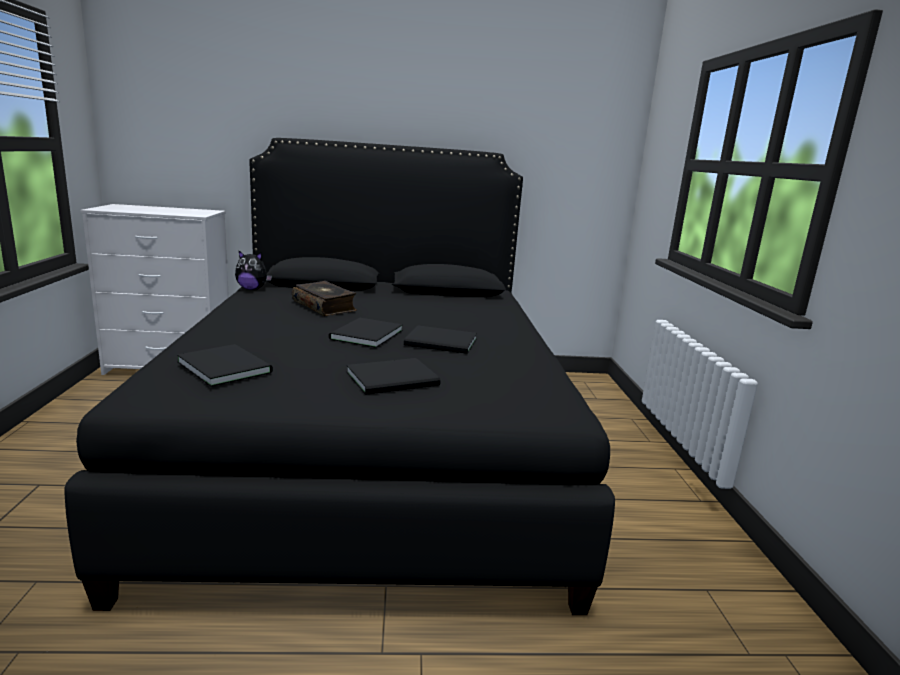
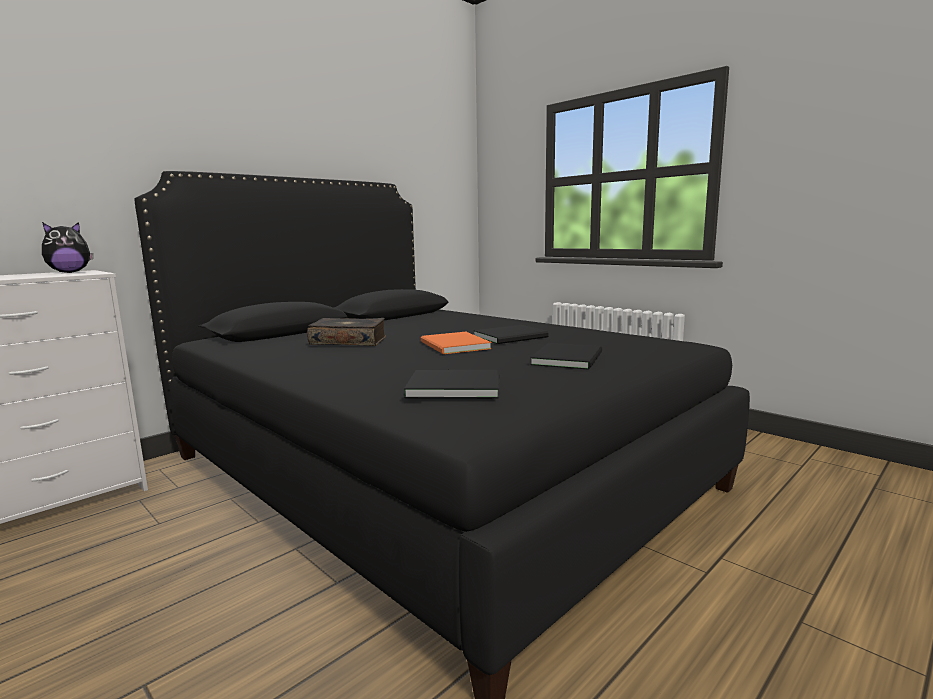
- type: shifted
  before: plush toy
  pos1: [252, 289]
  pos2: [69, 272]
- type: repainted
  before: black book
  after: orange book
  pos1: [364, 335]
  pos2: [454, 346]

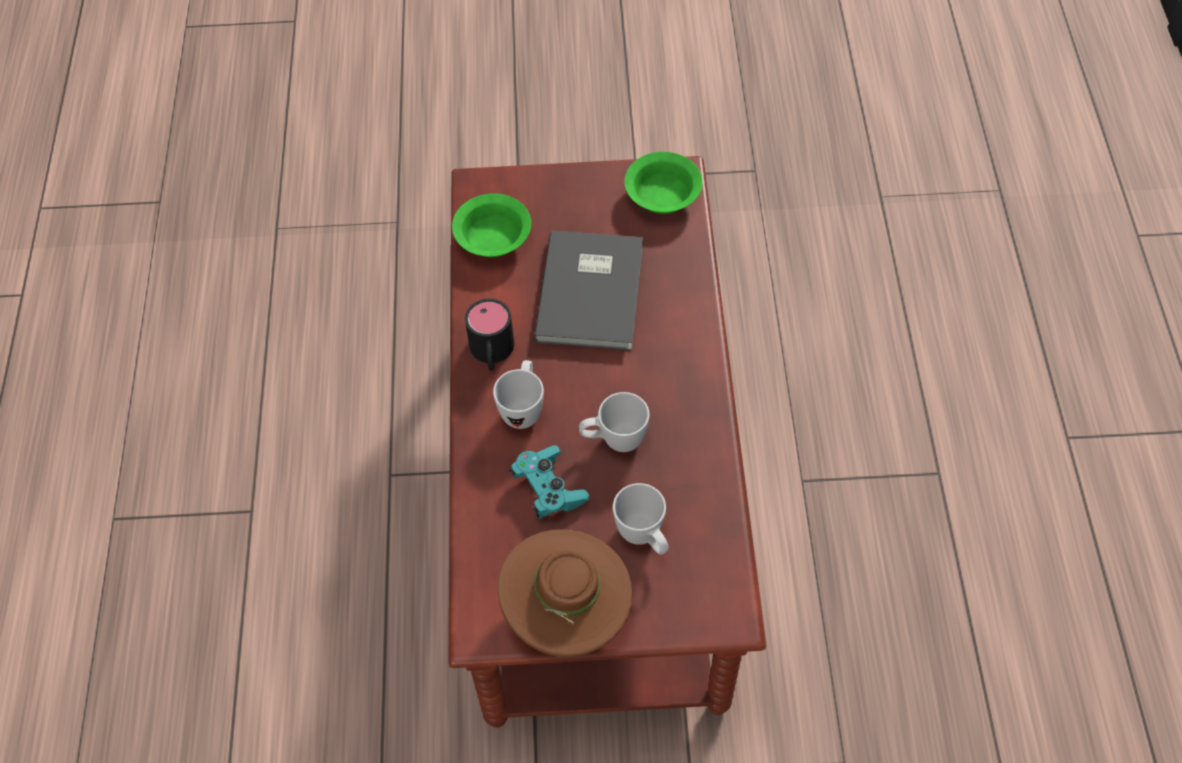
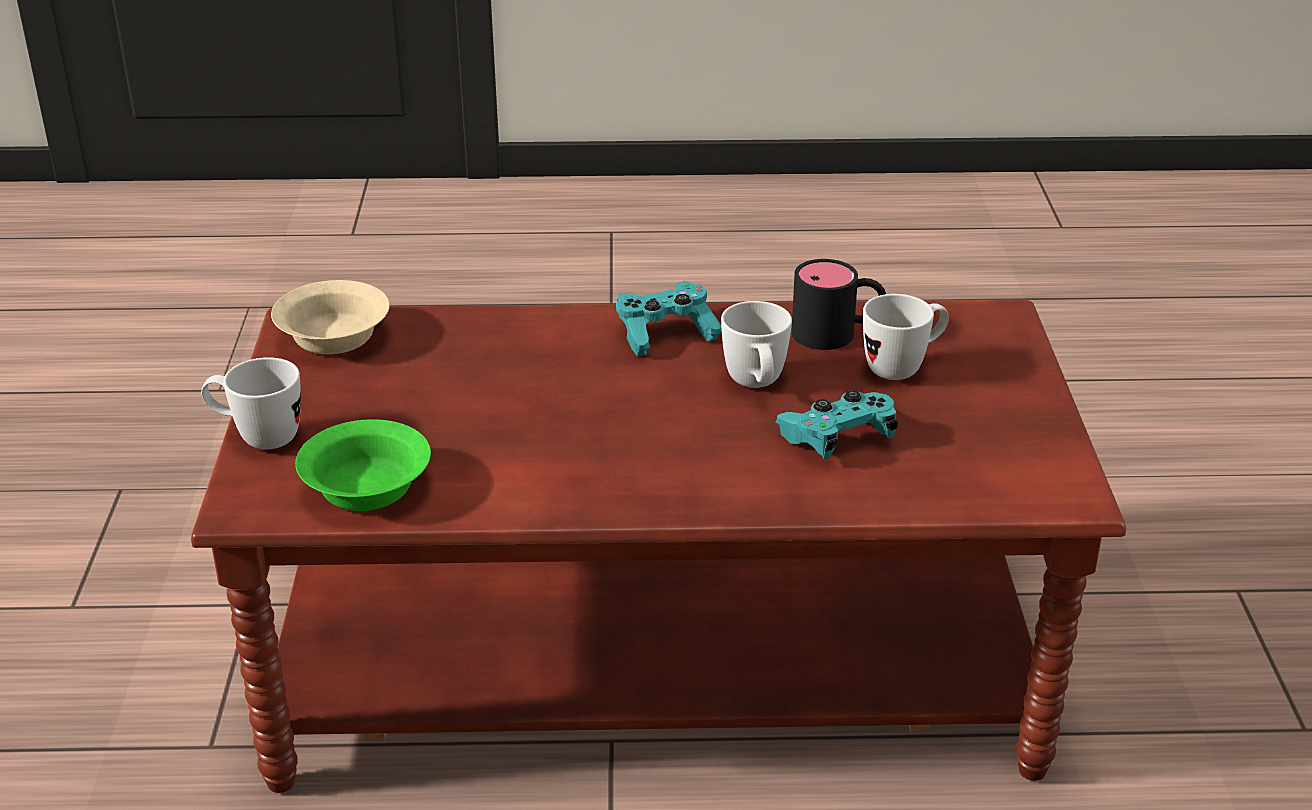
- type: gone
  before: brown hat
  pos1: [567, 611]
- type: gone
  before: grey book
  pos1: [594, 291]
- type: new
  after: turquoise game controller
  pos2: [665, 334]
- type: shifted
  before: black mug
  pos1: [492, 353]
  pos2: [837, 333]
- type: shifted
  before: white mug
  pos1: [523, 408]
  pos2: [257, 437]
- type: repainted
  before: green bowl
  after: beige bowl
  pos1: [661, 194]
  pos2: [331, 338]

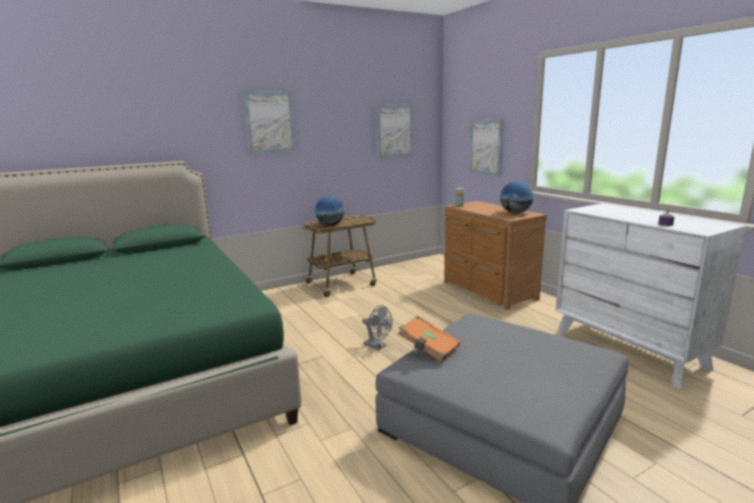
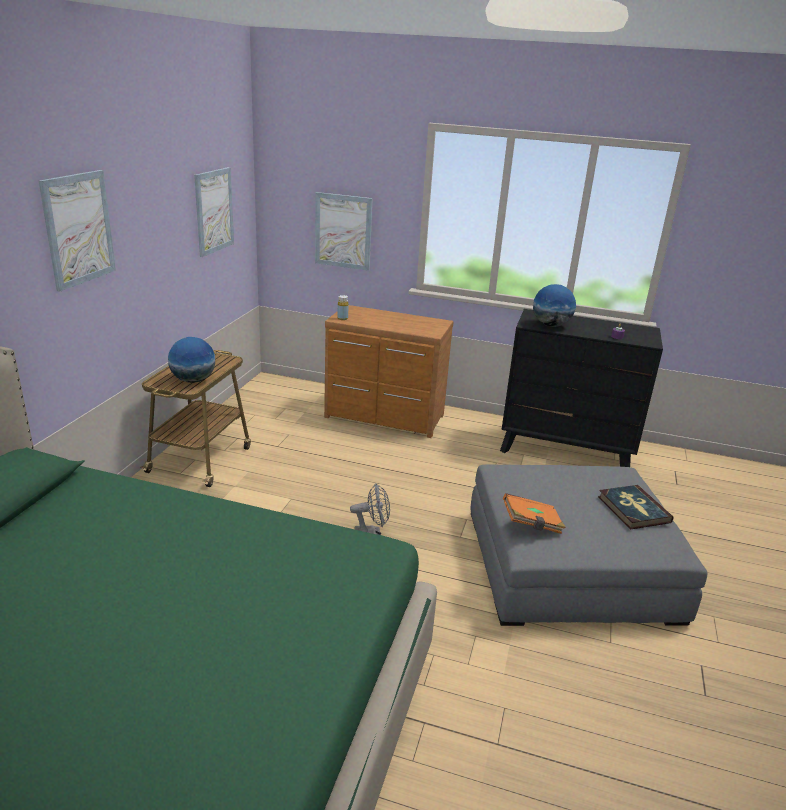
- type: new
  after: book
  pos2: [633, 509]
- type: shifted
  before: globe
  pos1: [515, 212]
  pos2: [551, 325]
- type: repainted
  before: white dresser
  after: black dresser
  pos1: [628, 349]
  pos2: [565, 450]

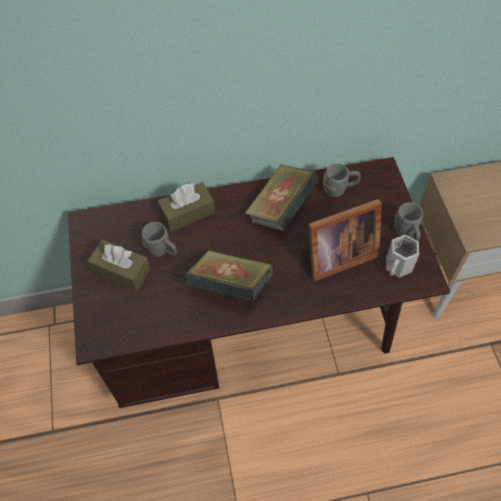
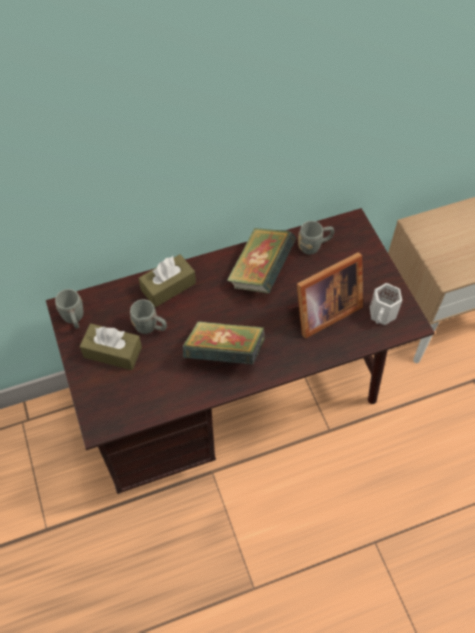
- type: shifted
  before: grey mug
  pos1: [406, 233]
  pos2: [74, 319]

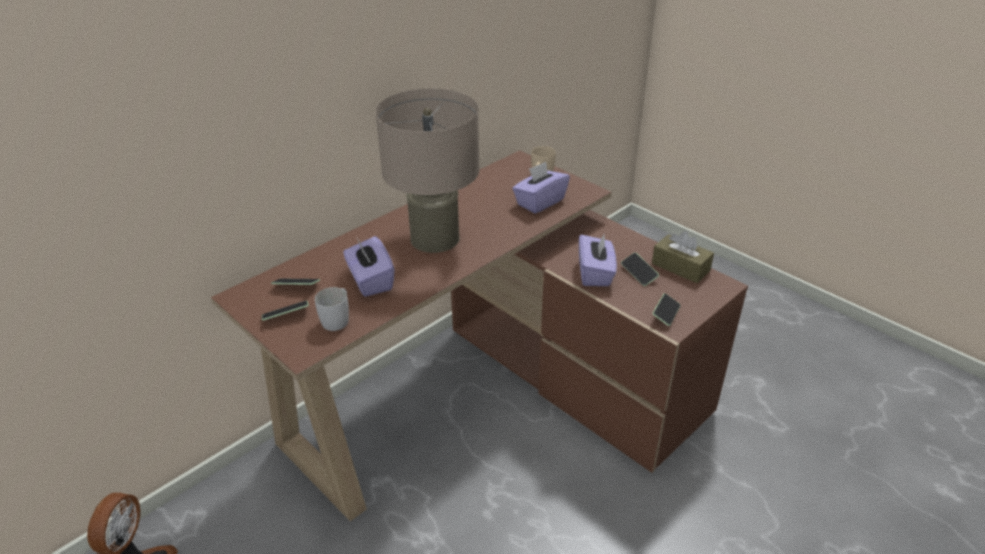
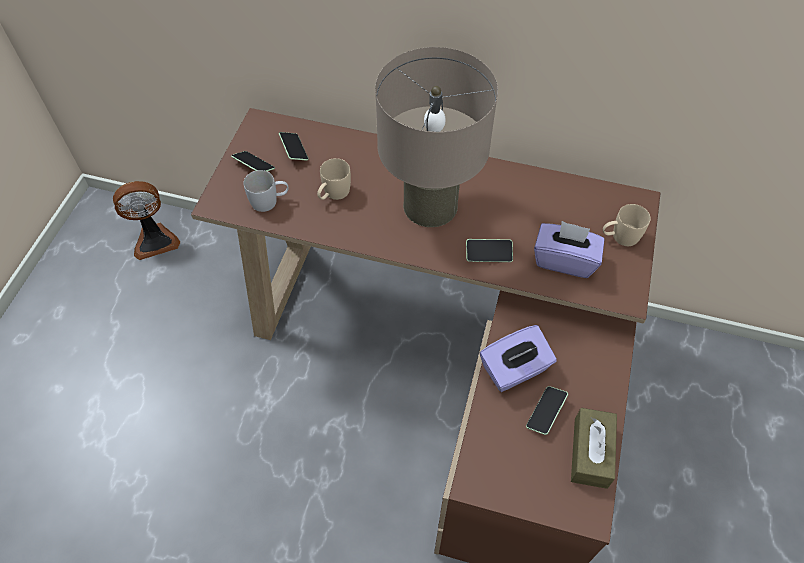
- type: shifted
  before: phone
  pos1: [665, 314]
  pos2: [488, 254]
- type: swapped
  before: purple tissue box
  after: beige mug
  pos1: [370, 281]
  pos2: [333, 194]

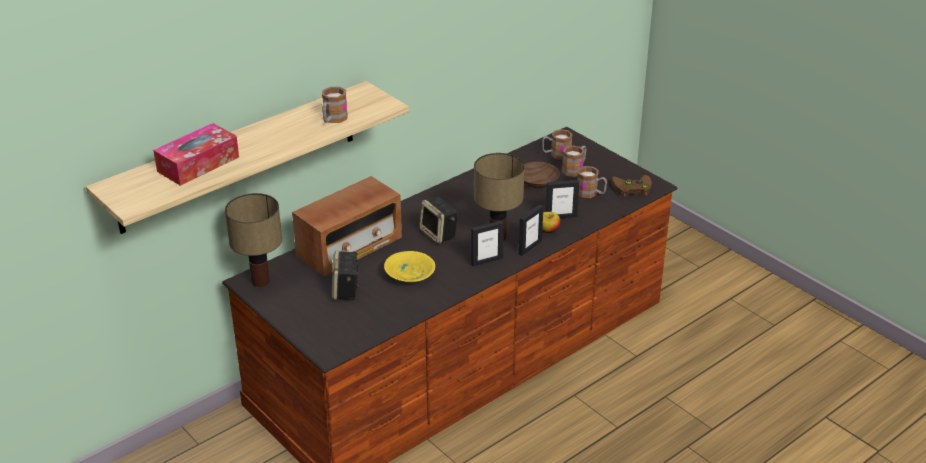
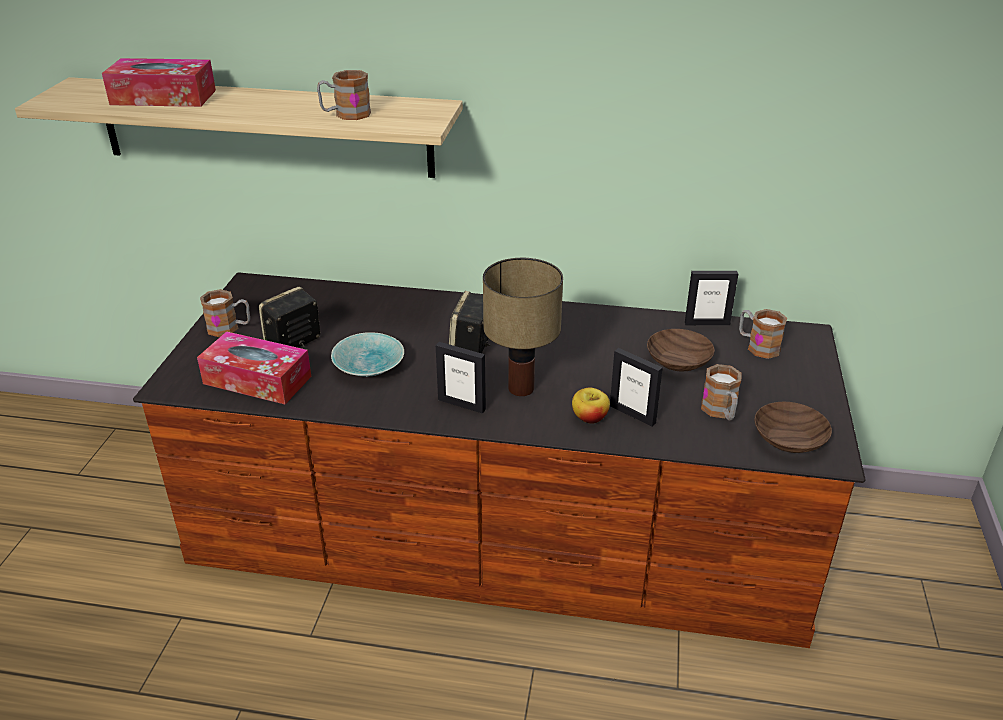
- type: gone
  before: table lamp
  pos1: [261, 280]
- type: gone
  before: radio
  pos1: [349, 248]
- type: new
  after: tissue box
  pos2: [257, 380]
- type: shifted
  before: picture frame
  pos1: [530, 247]
  pos2: [707, 323]
- type: shifted
  before: mug
  pos1: [575, 169]
  pos2: [229, 328]
- type: swapped
  before: brown game controller
  after: brown bowl
  pos1: [631, 188]
  pos2: [787, 439]
- type: repainted
  before: yellow bowl
  after: turquoise bowl
  pos1: [410, 274]
  pos2: [371, 366]

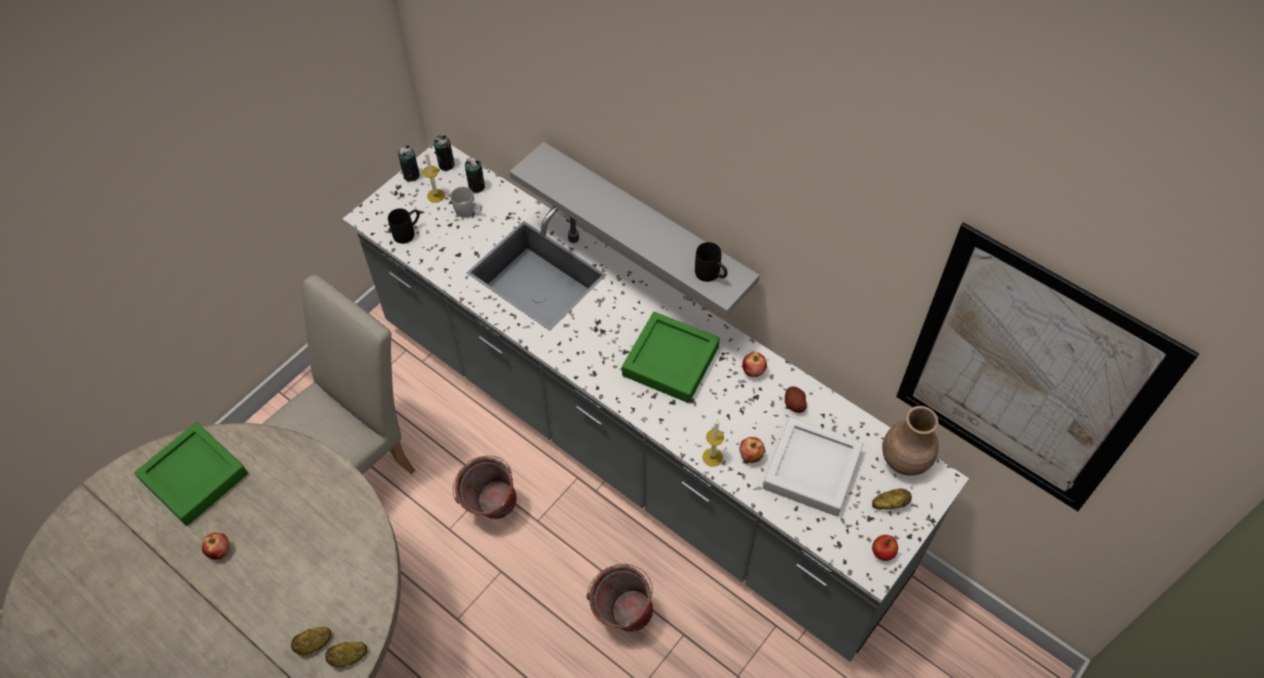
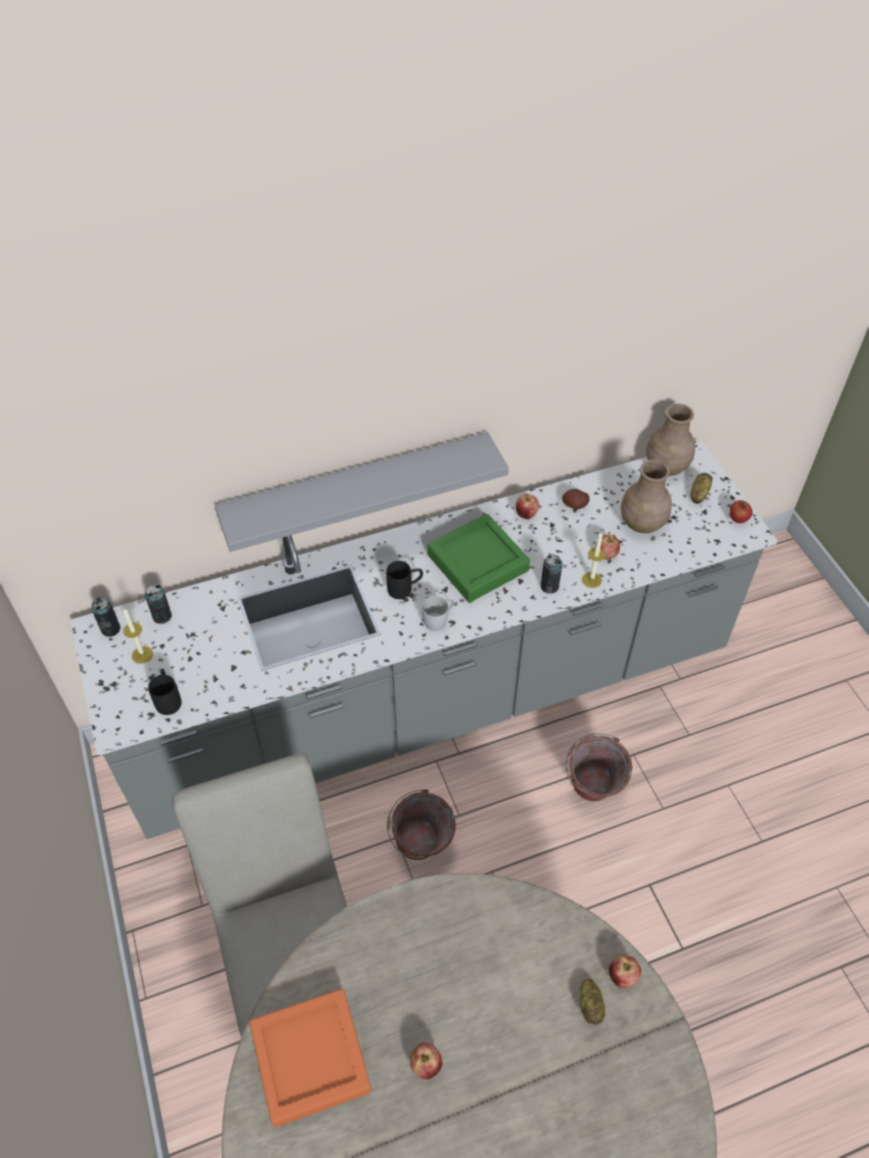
- type: gone
  before: picture
  pos1: [1026, 377]
- type: shifted
  before: can
  pos1: [411, 175]
  pos2: [549, 586]
- type: shifted
  before: white mug
  pos1: [469, 212]
  pos2: [439, 620]
- type: shifted
  before: black mug
  pos1: [711, 275]
  pos2: [405, 589]
- type: swapped
  before: potato
  after: apple
  pos1: [348, 657]
  pos2: [622, 977]
- type: swapped
  before: grey tray
  after: brown vase
  pos1: [811, 470]
  pos2: [642, 524]
- type: repainted
  before: green tray
  after: orange tray
  pos1: [194, 477]
  pos2: [311, 1059]

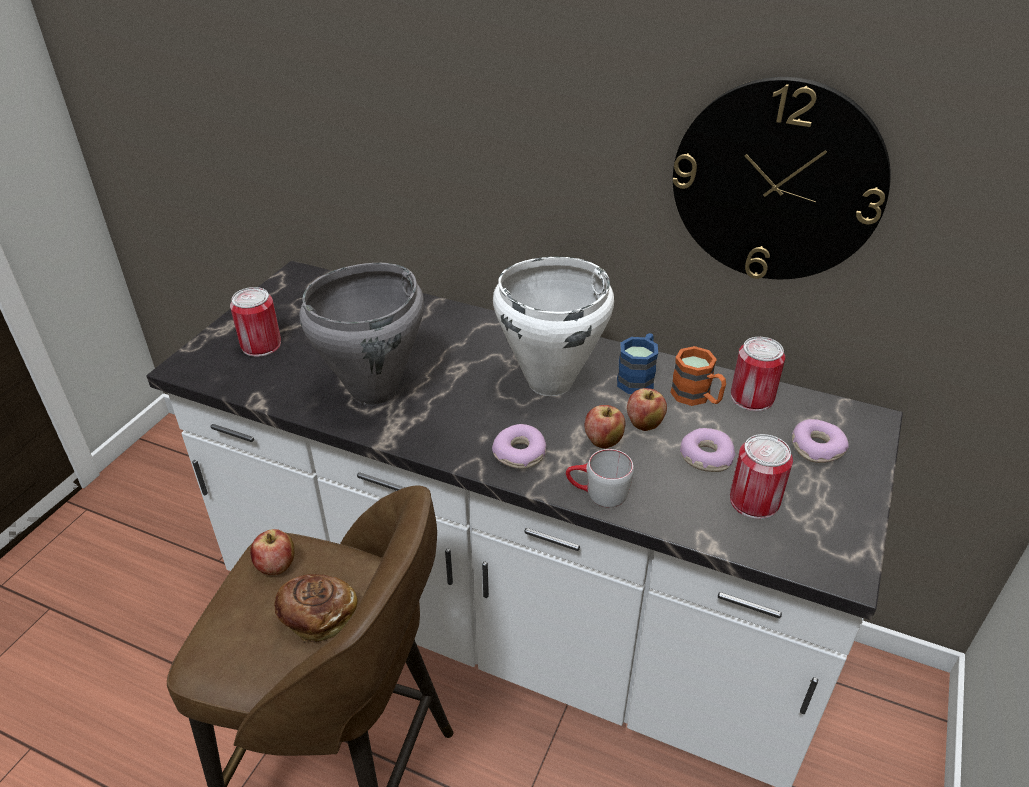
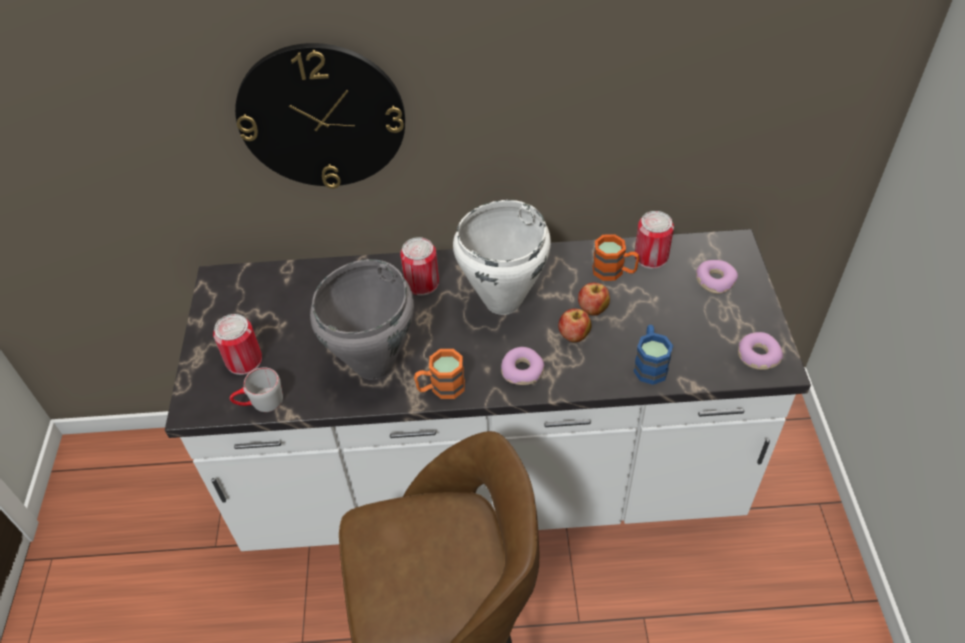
- type: gone
  before: apple
  pos1: [276, 567]
- type: gone
  before: bread
  pos1: [318, 617]
- type: new
  after: orange mug
  pos2: [441, 388]
- type: shifted
  before: grey mug
  pos1: [597, 493]
  pos2: [260, 403]
- type: shifted
  before: blue mug
  pos1: [638, 378]
  pos2: [649, 364]
- type: shifted
  before: wall clock
  pos1: [777, 182]
  pos2: [321, 117]
- type: shifted
  before: donut
  pos1: [705, 457]
  pos2: [757, 356]
- type: shifted
  before: can
  pos1: [754, 501]
  pos2: [422, 283]

